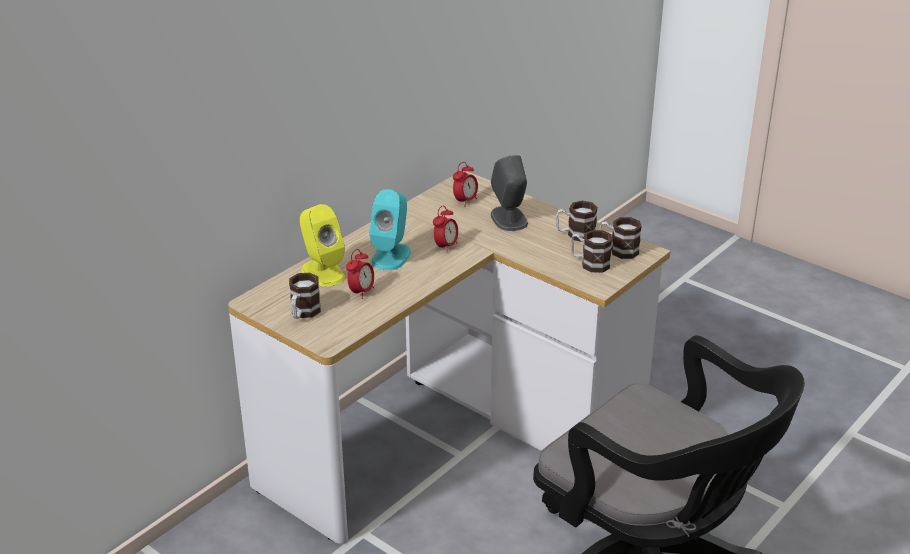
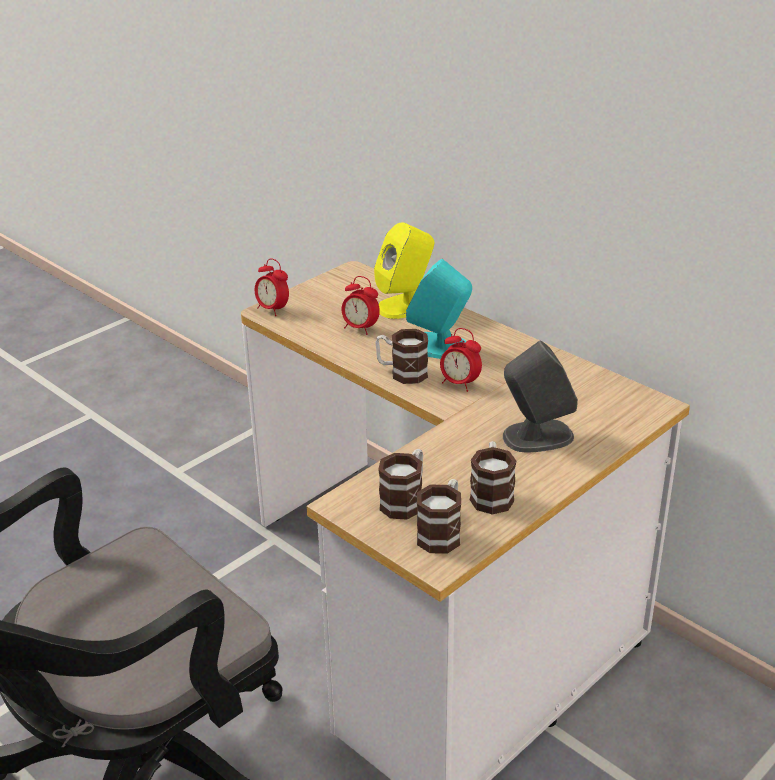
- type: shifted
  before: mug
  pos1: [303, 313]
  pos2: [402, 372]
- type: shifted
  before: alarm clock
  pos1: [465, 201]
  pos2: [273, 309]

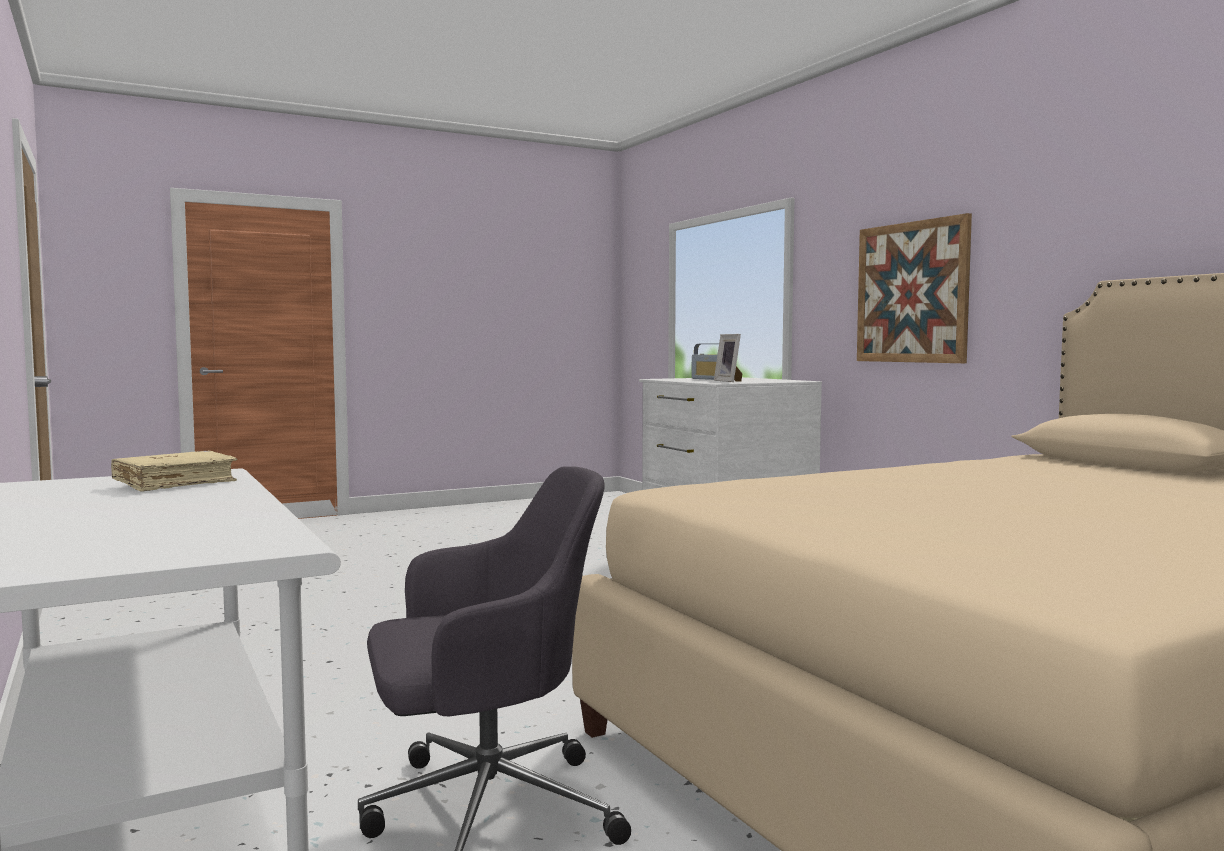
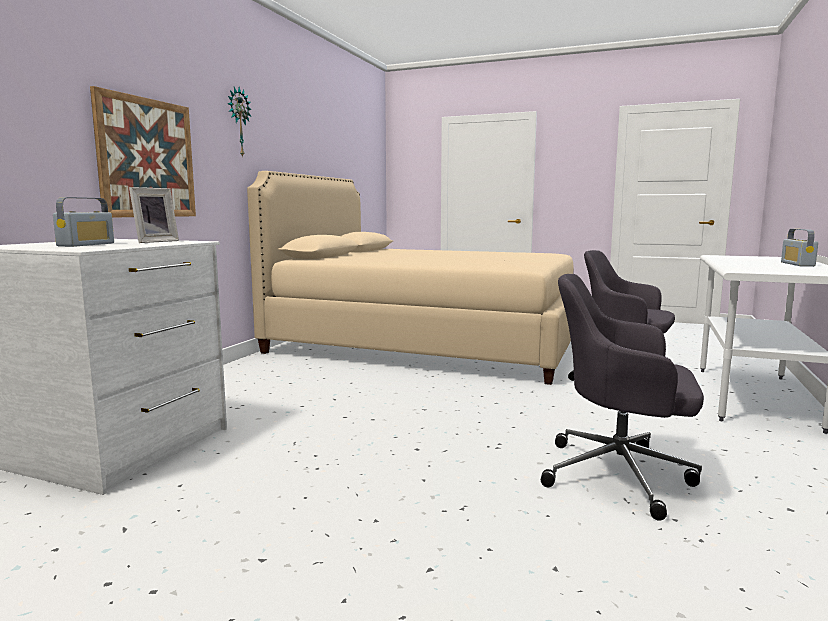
- type: gone
  before: beige book
  pos1: [175, 483]
- type: new
  after: wall clock
  pos2: [238, 122]
- type: new
  after: grey office chair
  pos2: [621, 475]
- type: new
  after: radio
  pos2: [797, 264]

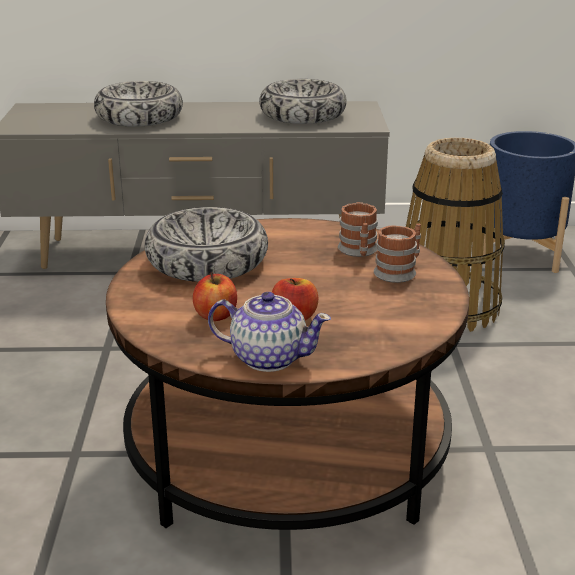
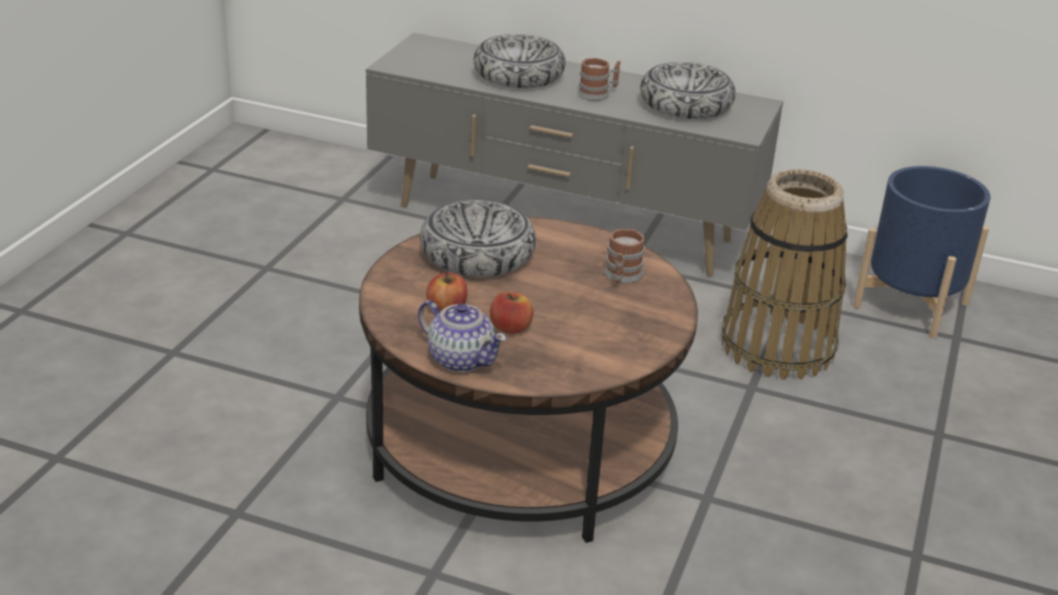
- type: shifted
  before: mug
  pos1: [399, 271]
  pos2: [598, 94]

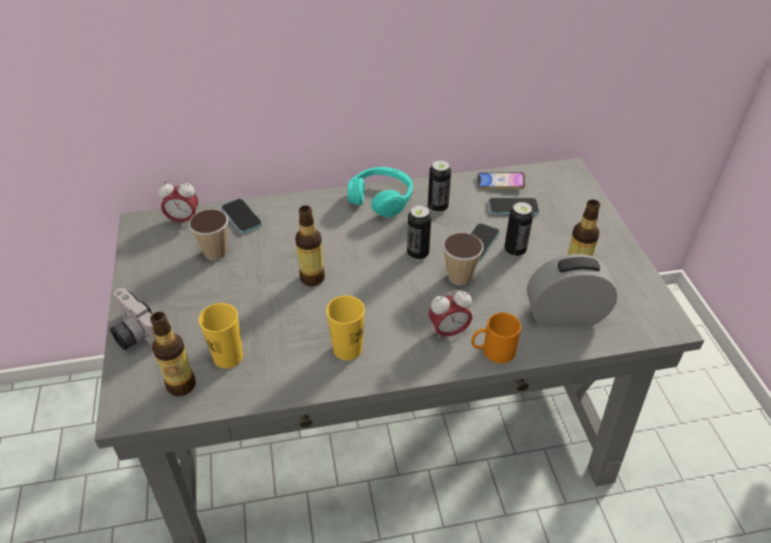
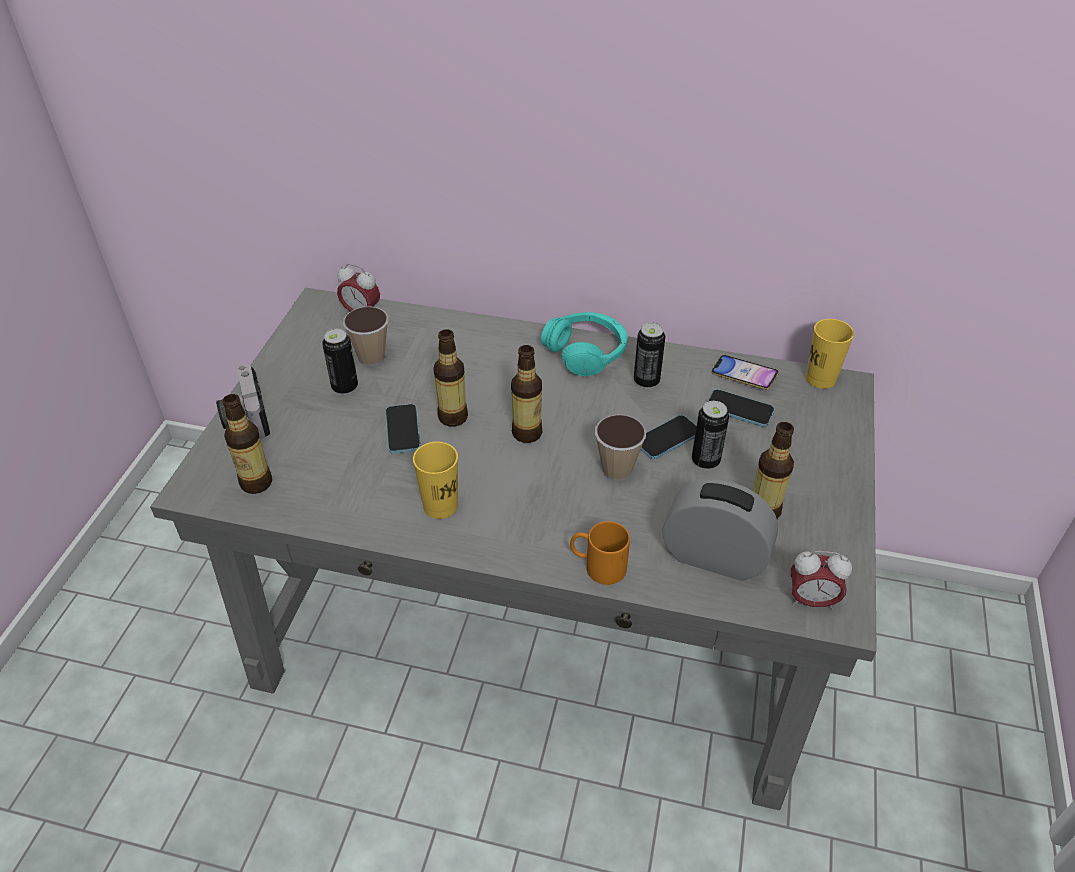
- type: new
  after: bottle
  pos2: [527, 433]
- type: shifted
  before: yellow cup
  pos1: [228, 357]
  pos2: [820, 379]
- type: shifted
  before: phone
  pos1: [241, 217]
  pos2: [403, 430]
- type: shifted
  before: can
  pos1: [418, 253]
  pos2: [345, 387]
- type: shifted
  before: alarm clock
  pos1: [448, 332]
  pos2: [811, 600]

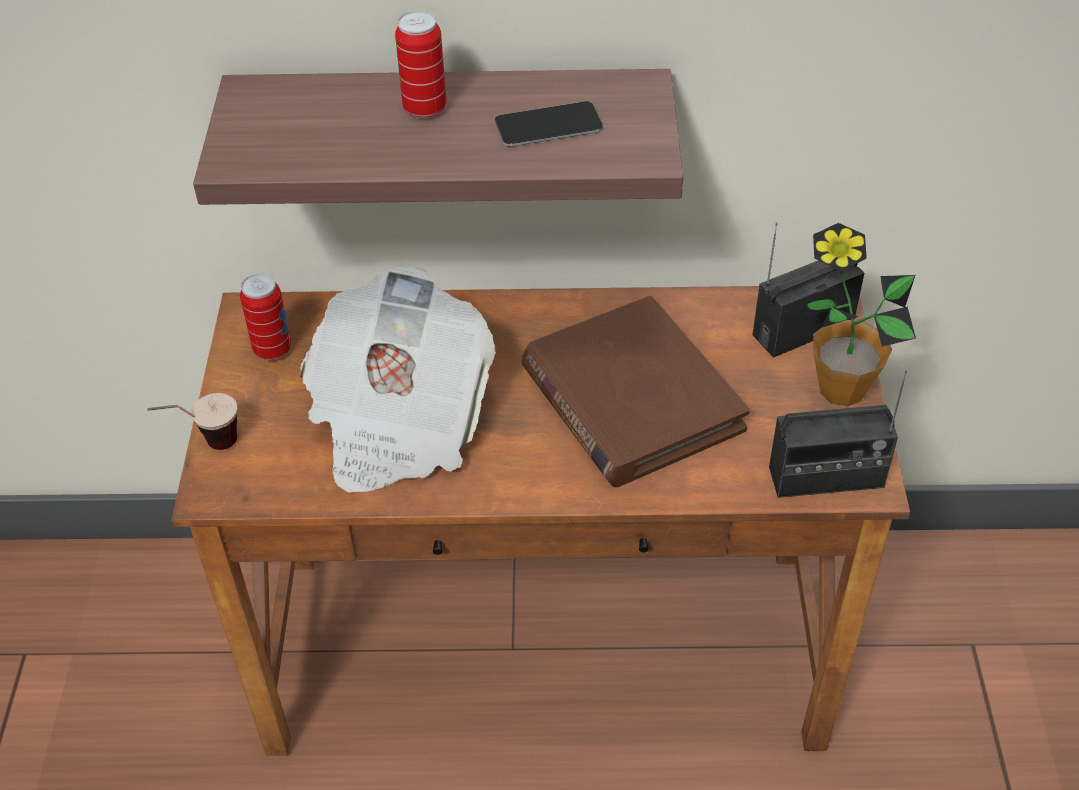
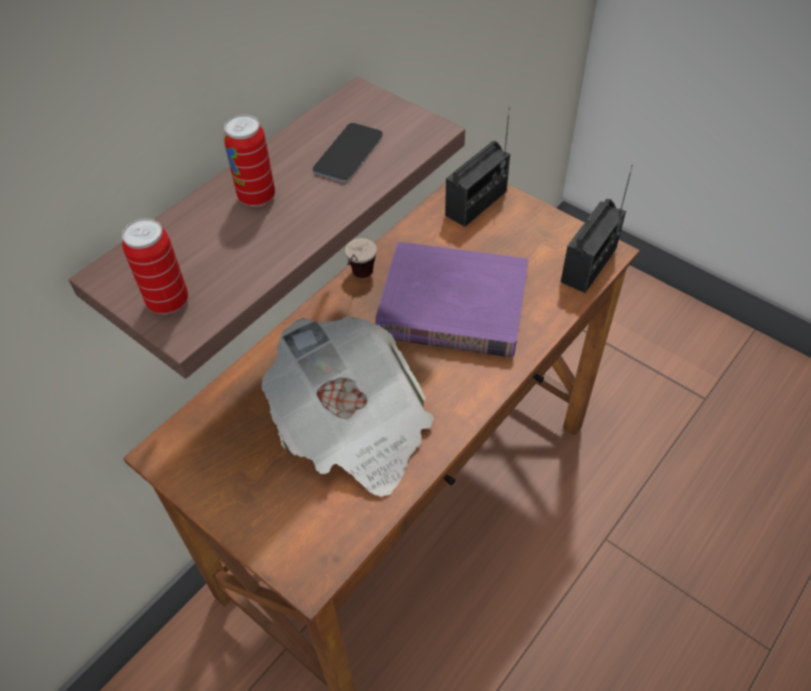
- type: gone
  before: potted plant
  pos1: [841, 389]
- type: shifted
  before: cup
  pos1: [204, 445]
  pos2: [359, 280]
- type: shifted
  before: can
  pos1: [272, 350]
  pos2: [168, 302]
- type: repainted
  before: brown book
  after: purple book
  pos1: [630, 398]
  pos2: [452, 306]
- type: rotated
  before: radio
  pos1: [802, 329]
  pos2: [476, 203]
  turn: -150

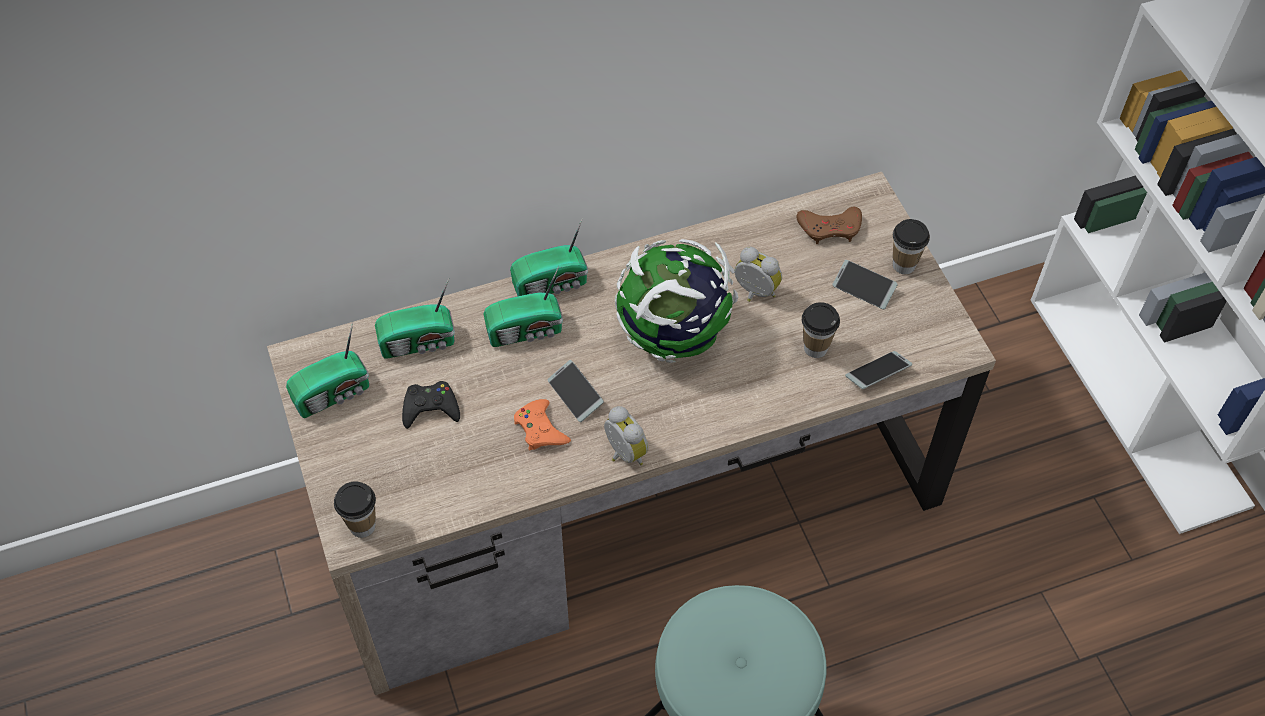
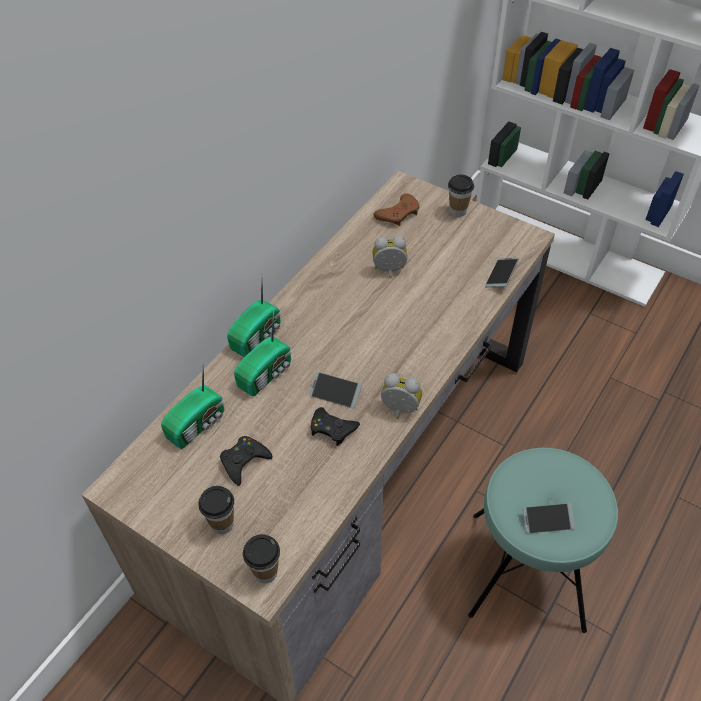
- type: gone
  before: radio
  pos1: [334, 394]
- type: gone
  before: globe
  pos1: [673, 335]
- type: shifted
  before: cup
  pos1: [815, 348]
  pos2: [222, 524]
- type: shifted
  before: phone
  pos1: [863, 288]
  pos2: [547, 521]
- type: repainted
  before: orange game controller
  after: black game controller
  pos1: [540, 429]
  pos2: [332, 428]

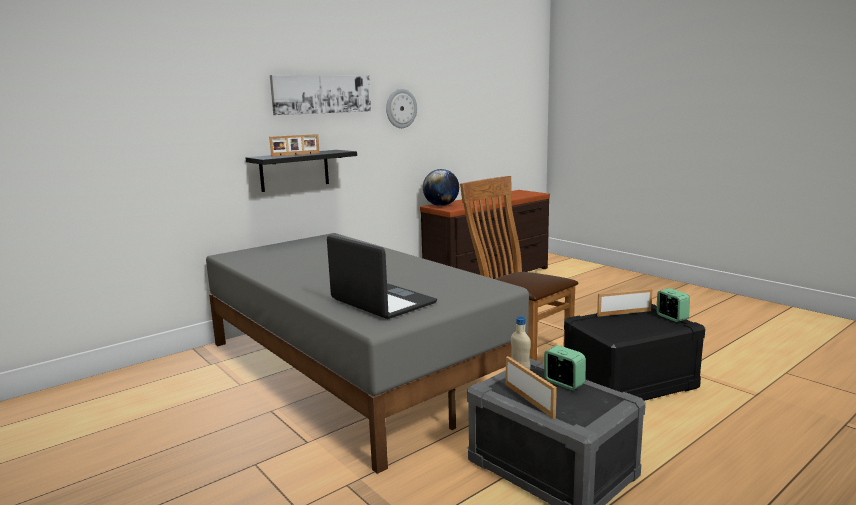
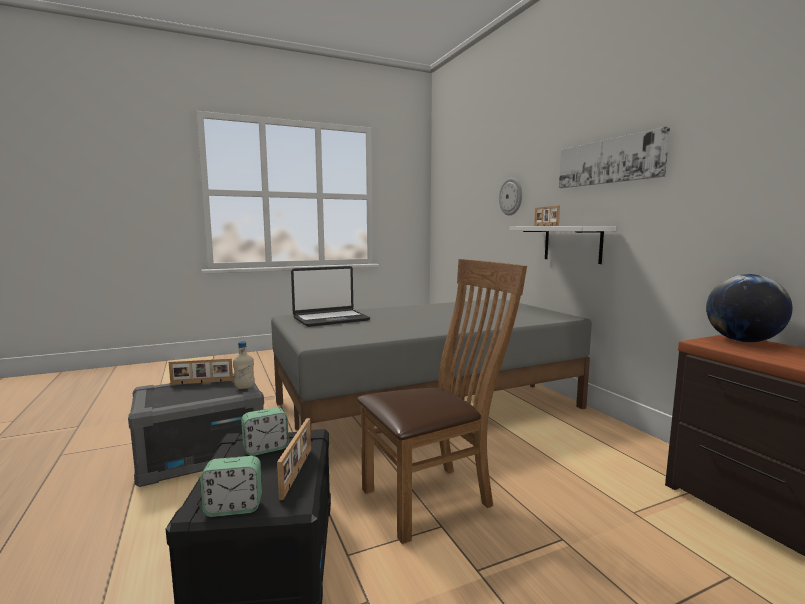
- type: shifted
  before: wall clock
  pos1: [401, 108]
  pos2: [511, 196]
- type: shifted
  before: alarm clock
  pos1: [563, 383]
  pos2: [266, 448]
- type: repainted
  before: black shelf
  after: white shelf
  pos1: [294, 170]
  pos2: [572, 243]

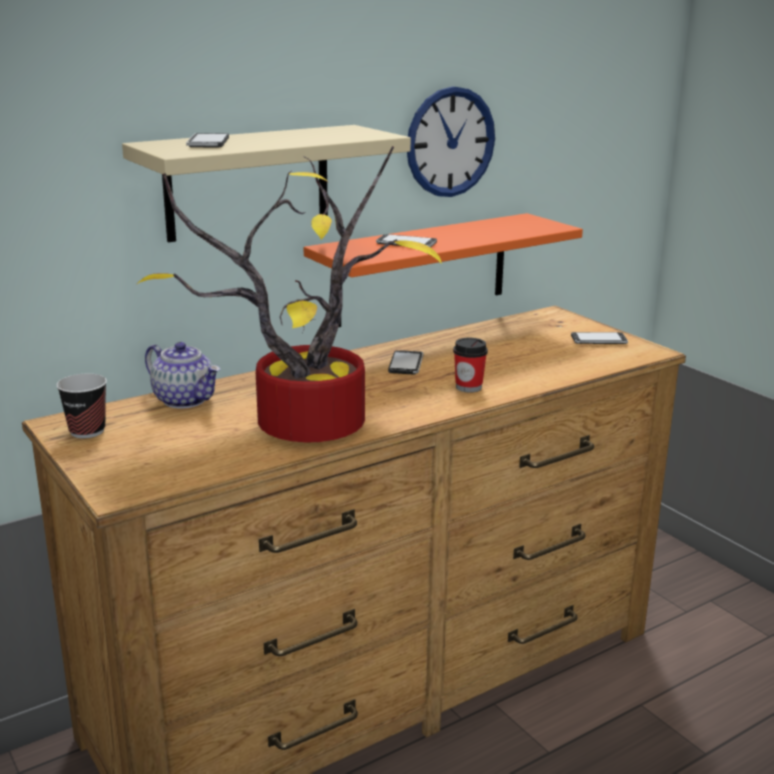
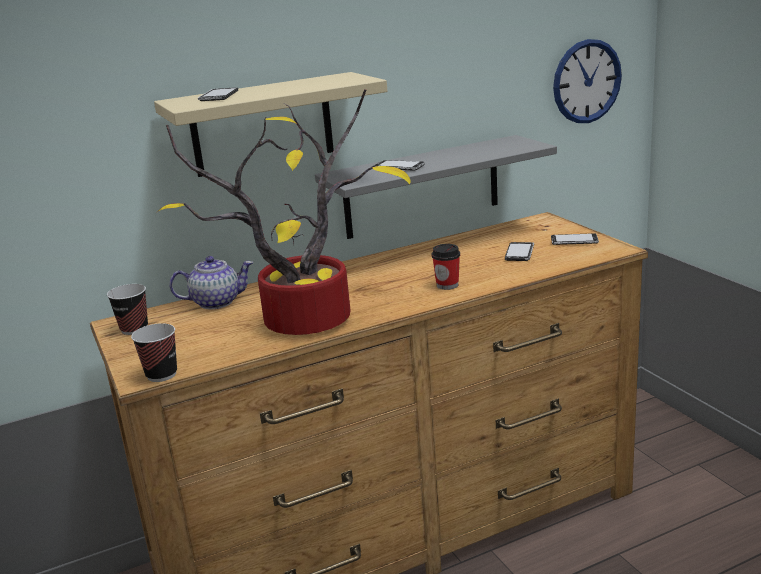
- type: new
  after: cup
  pos2: [161, 375]
- type: shifted
  before: phone
  pos1: [406, 364]
  pos2: [519, 253]
- type: shifted
  before: wall clock
  pos1: [450, 142]
  pos2: [587, 81]
- type: repainted
  before: orange shelf
  after: grey shelf
  pos1: [422, 269]
  pos2: [422, 187]
- type: rotated
  before: teapot
  pos1: [185, 400]
  pos2: [217, 302]
  turn: -60

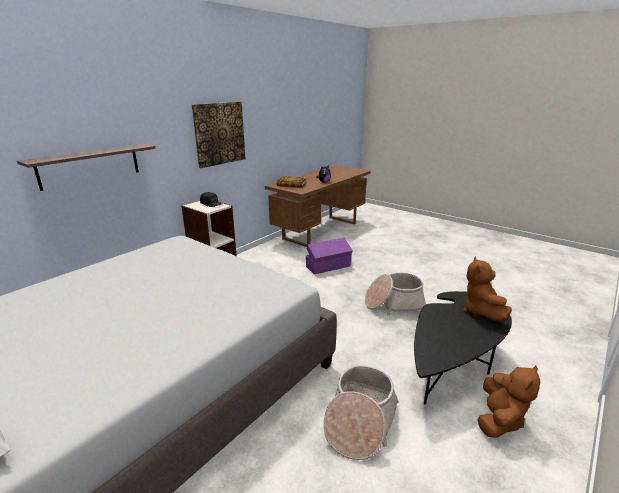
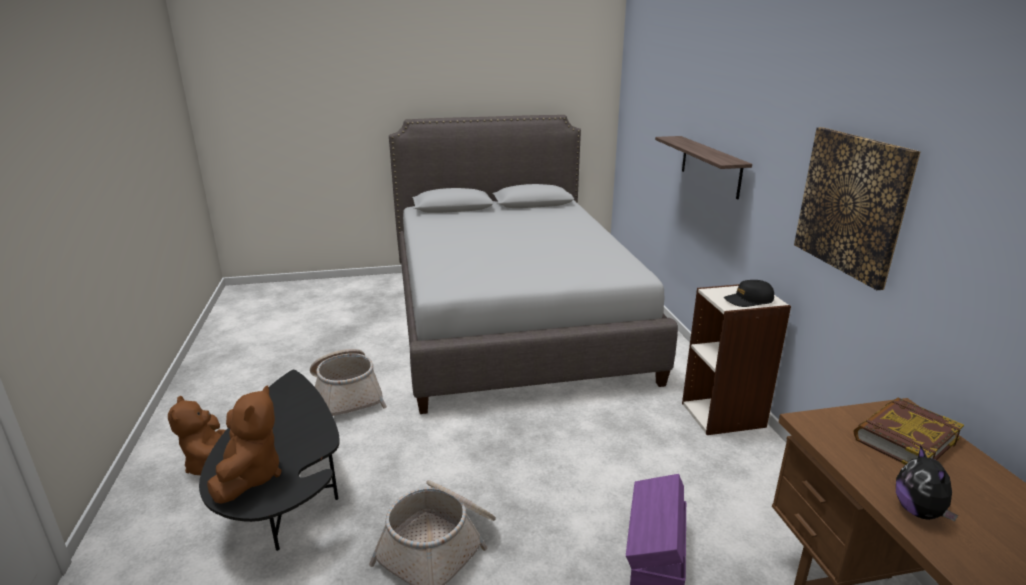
- type: rotated
  before: brown plush toy
  pos1: [481, 311]
  pos2: [250, 476]
  turn: 45

